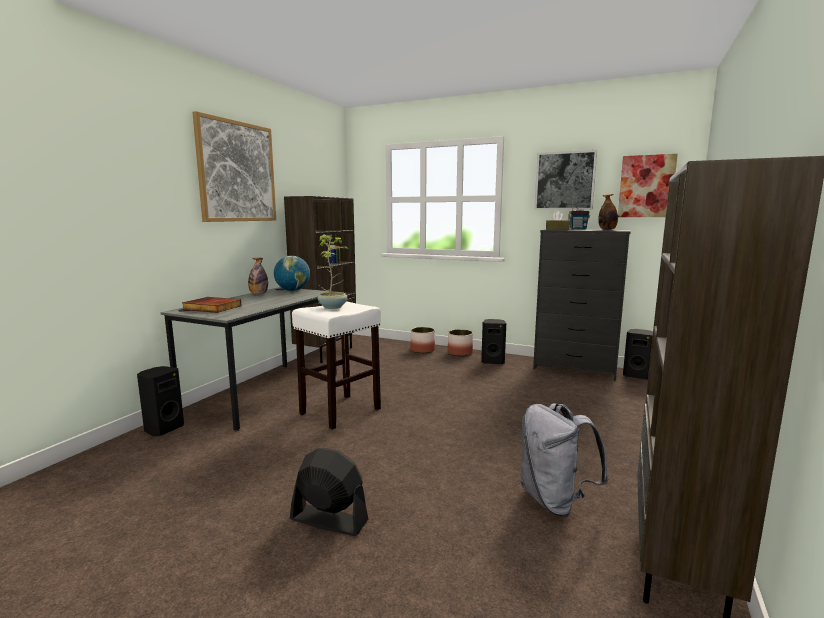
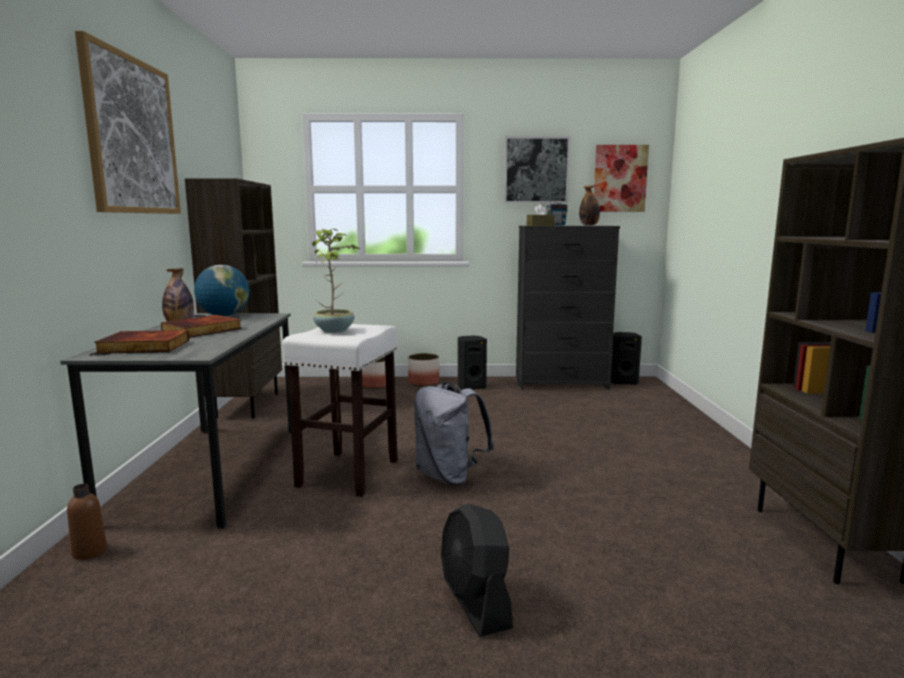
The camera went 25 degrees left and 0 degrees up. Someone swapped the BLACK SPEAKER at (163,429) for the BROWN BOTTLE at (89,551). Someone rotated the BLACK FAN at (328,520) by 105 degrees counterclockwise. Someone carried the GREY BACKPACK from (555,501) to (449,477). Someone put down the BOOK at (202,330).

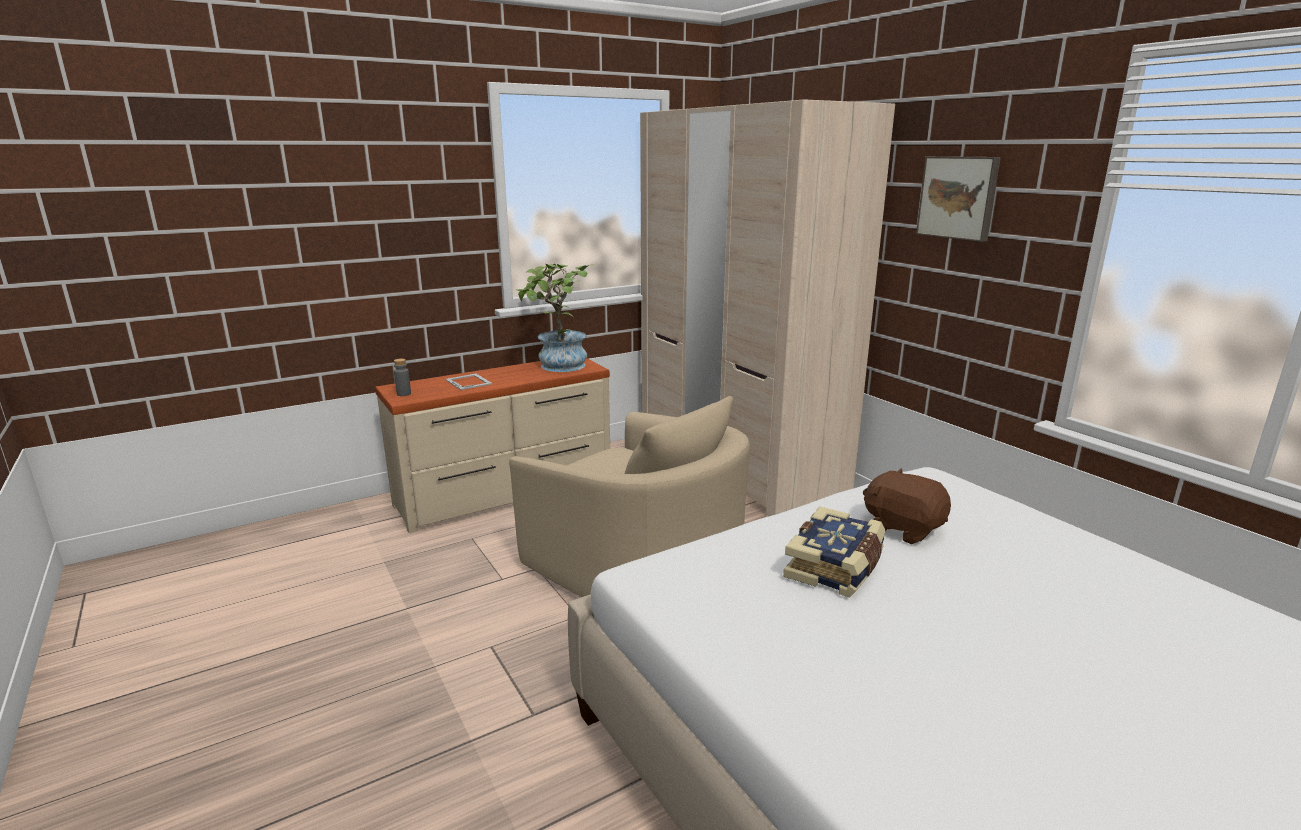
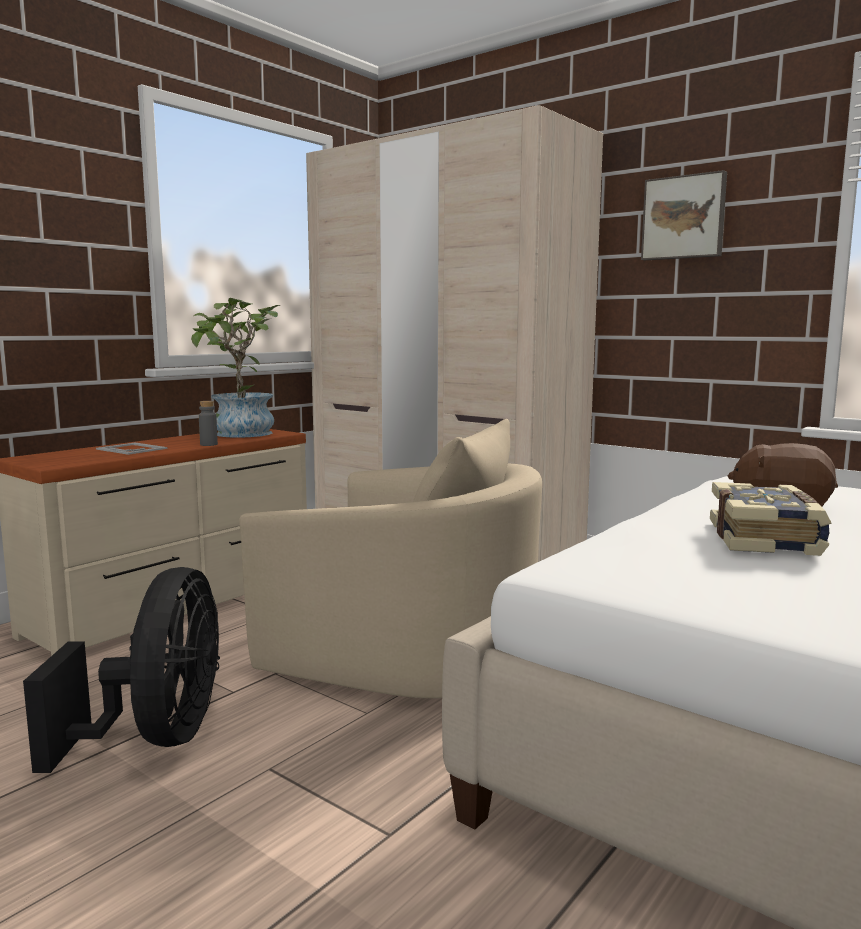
The camera went 20 degrees left and 10 degrees down. Someone carried the GREY BOTTLE from (404,394) to (208,444). Someone put down the BLACK FAN at (157,737).

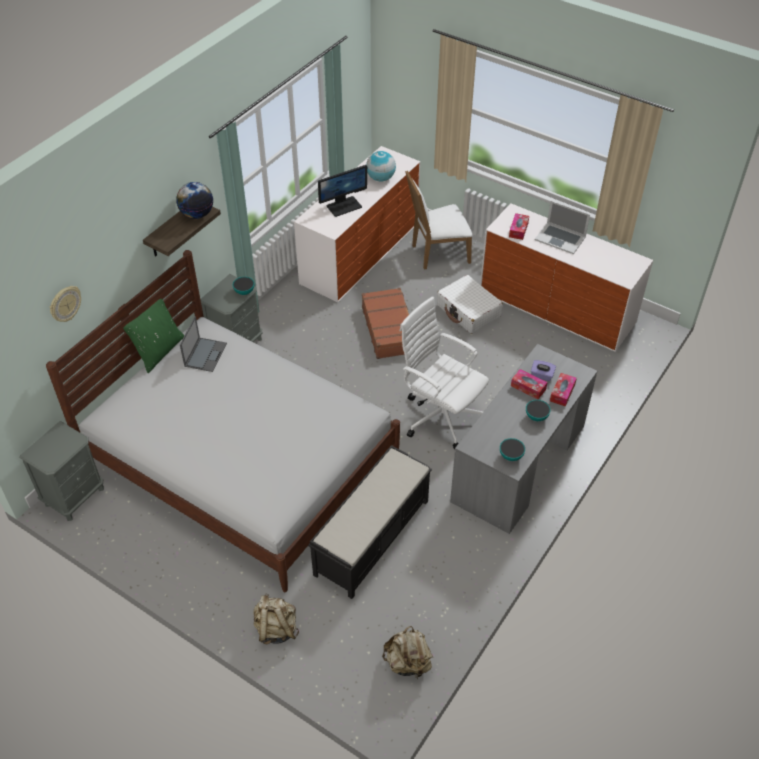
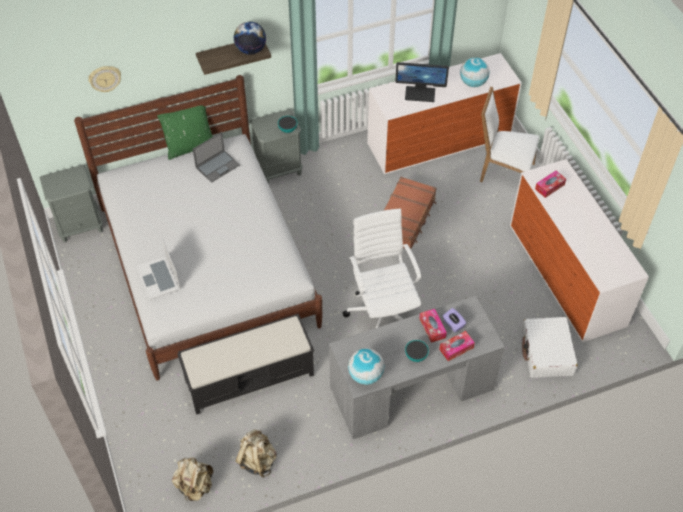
The camera went 35 degrees right and 5 degrees up. Someone carried the BEIGE BACKPACK from (276,629) to (257,460). Someone carried the WHITE SUITCASE from (468,311) to (546,353). Someone swapped the BOWL at (511,456) for the GLOBE at (366,375). Someone carried the LAPTOP from (560,238) to (159,278).

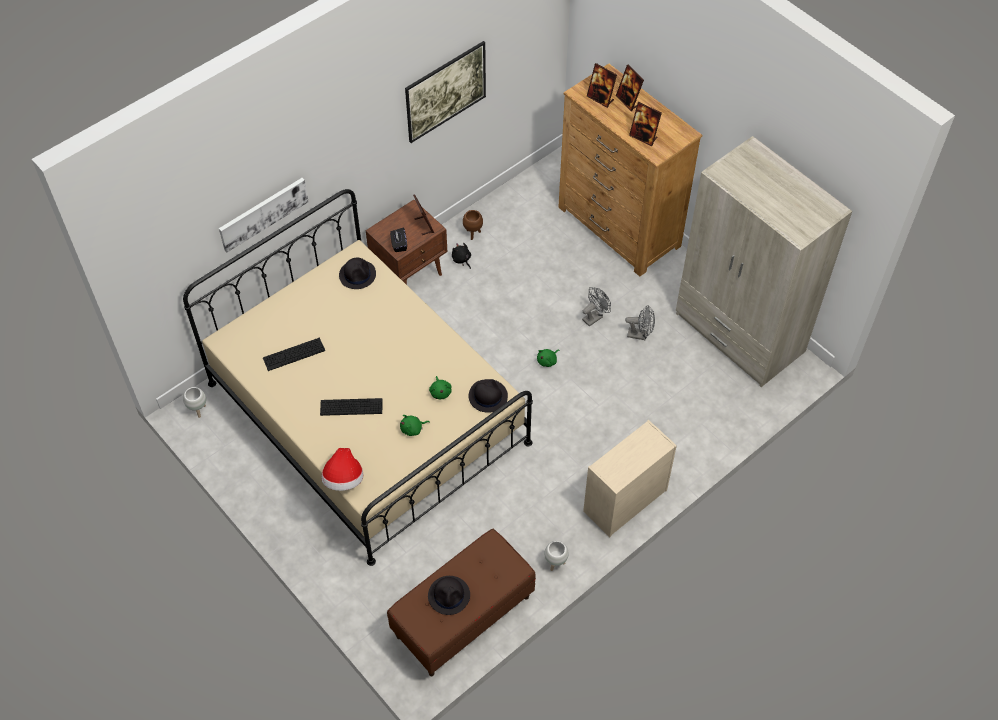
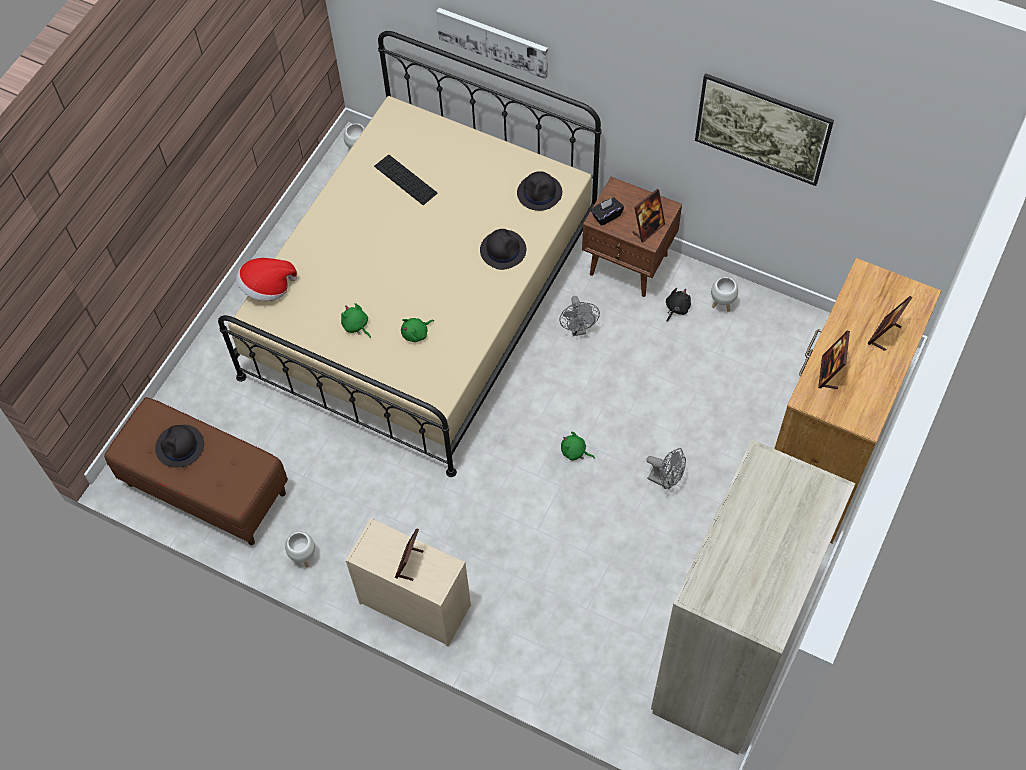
The camera went 70 degrees right and 5 degrees up. Someone took away the KEYBOARD at (351,407). Someone repainted the BROWN PLANTER at (473,233), which became the WHITE PLANTER at (722,305). Someone carried the BLACK HAT from (487,396) to (503,250). Someone carried the PICTURE FRAME from (600,98) to (409,563). Someone carried the GREY FAN from (640,335) to (578,329).

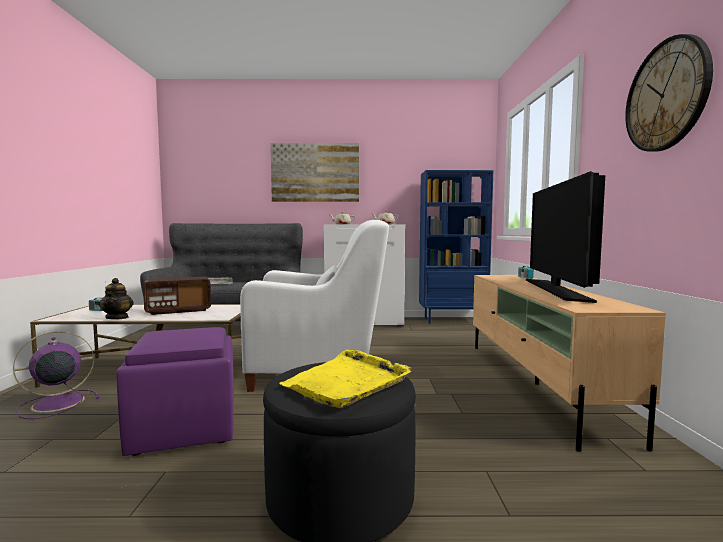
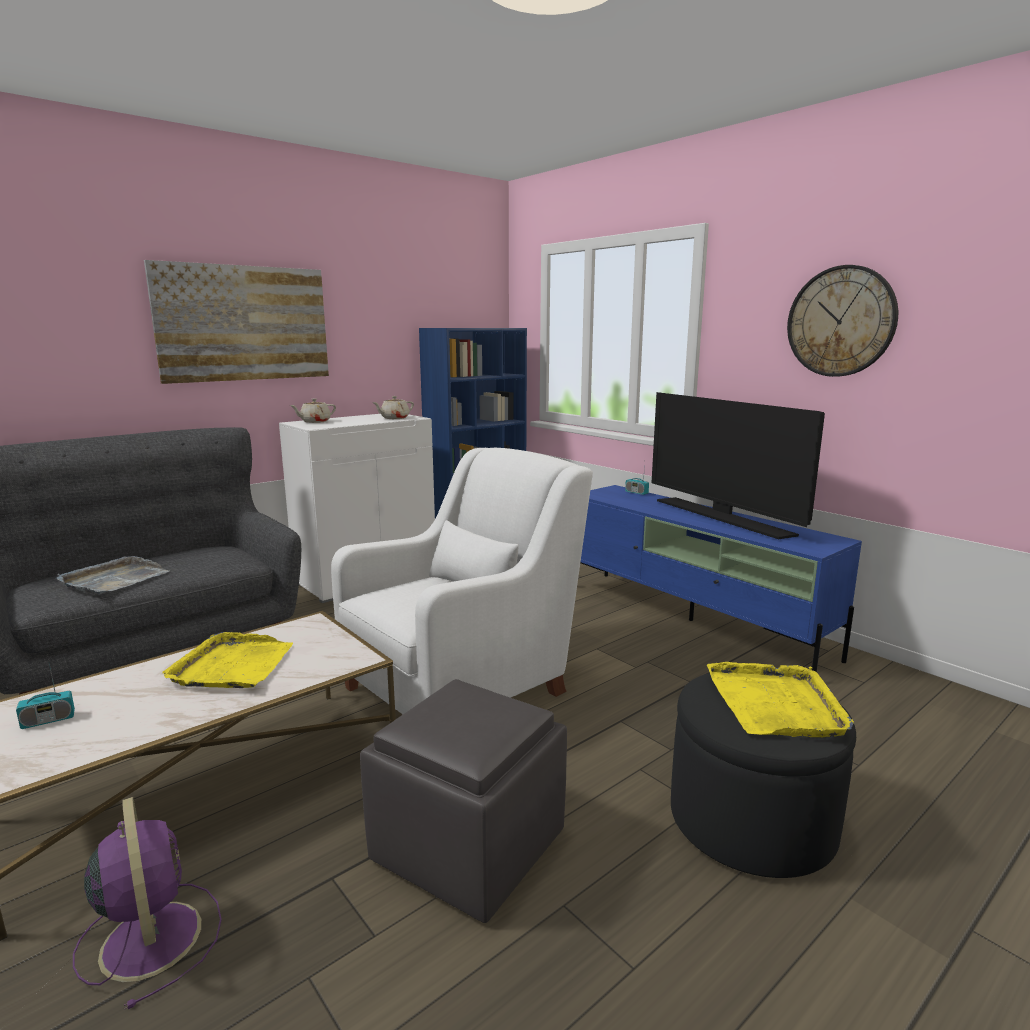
The camera went 40 degrees left and 10 degrees up. Someone rotated the PURPLE FAN at (55,404) by 135 degrees clockwise. Someone took away the TEAPOT at (117,317). Someone repainted the PURPLE OTTOMAN at (186,428), which became the GREY OTTOMAN at (468,845). Someone swapped the RADIO at (178,310) for the YELLOW TRAY at (232,666). Someone repainted the BEIGE TV STAND at (536,384), which became the BLUE TV STAND at (692,620).

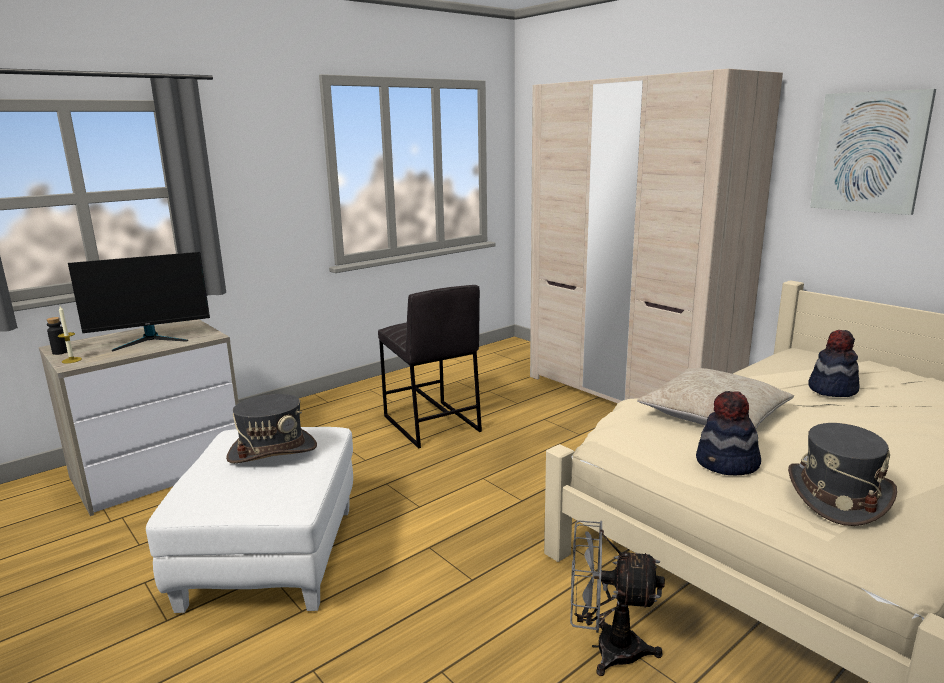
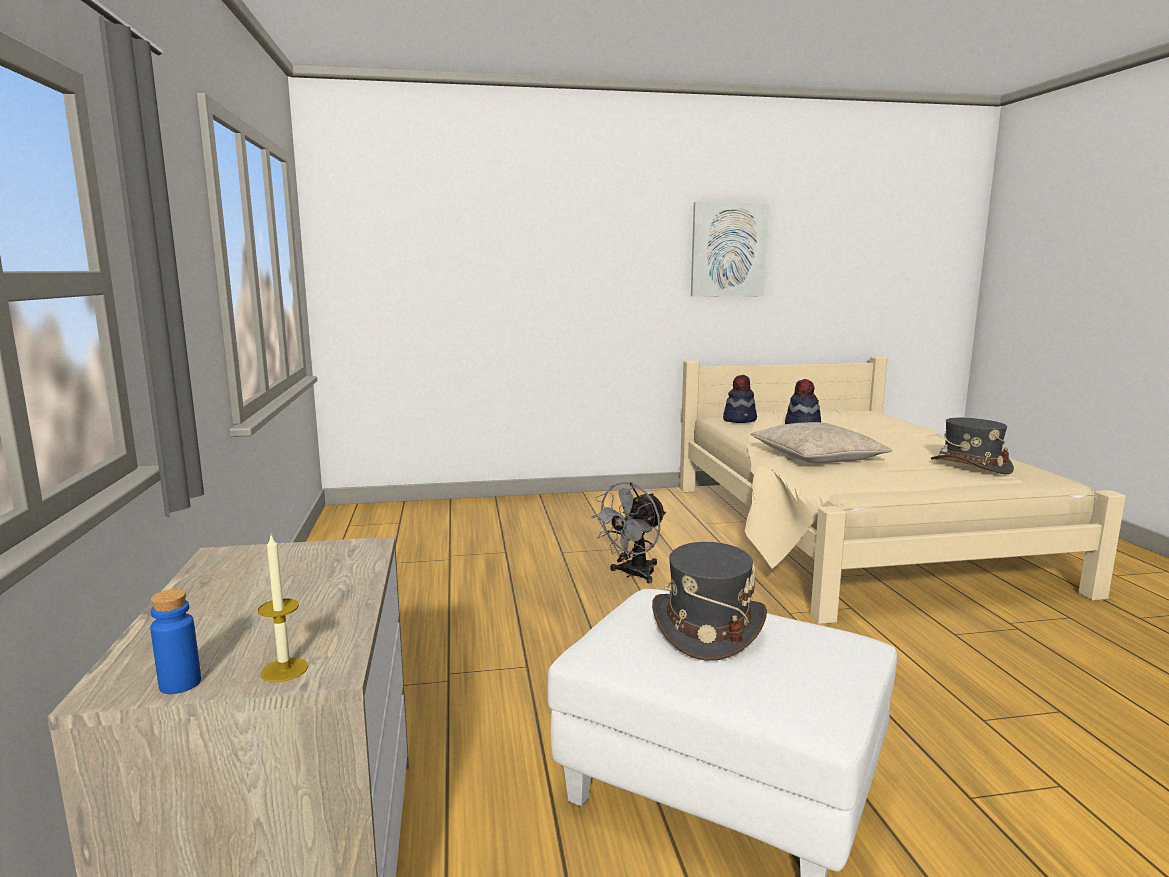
The camera went 60 degrees left and 5 degrees down. Someone repainted the BLACK BOTTLE at (60,352), which became the BLUE BOTTLE at (180,684). Someone took away the MONITOR at (151,340). Someone took away the GREY STOOL at (430,424). Someone took away the BEIGE WARDROBE at (628,393). Someone carried the GREY FAN from (605,649) to (633,575). Someone carried the HAT from (727,464) to (740,420).

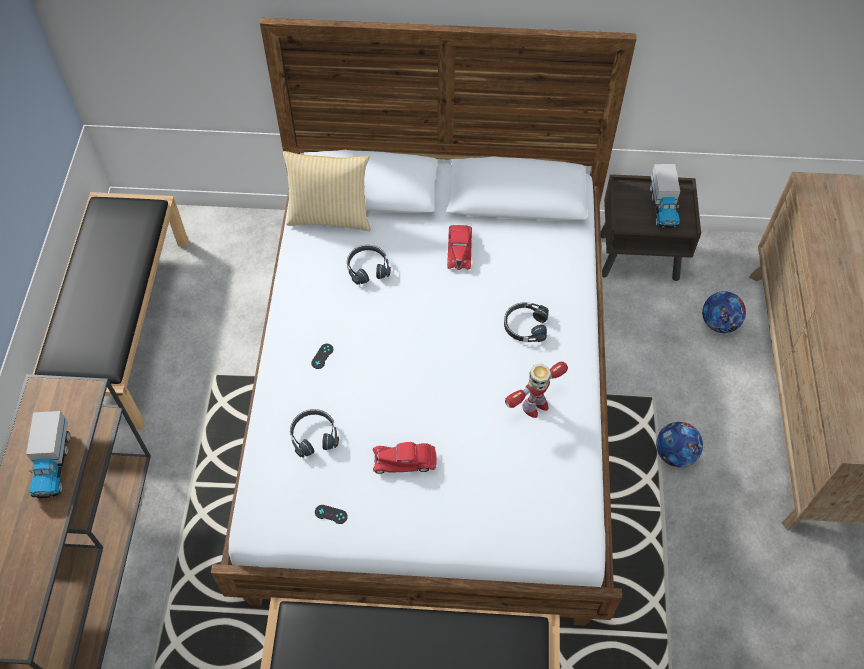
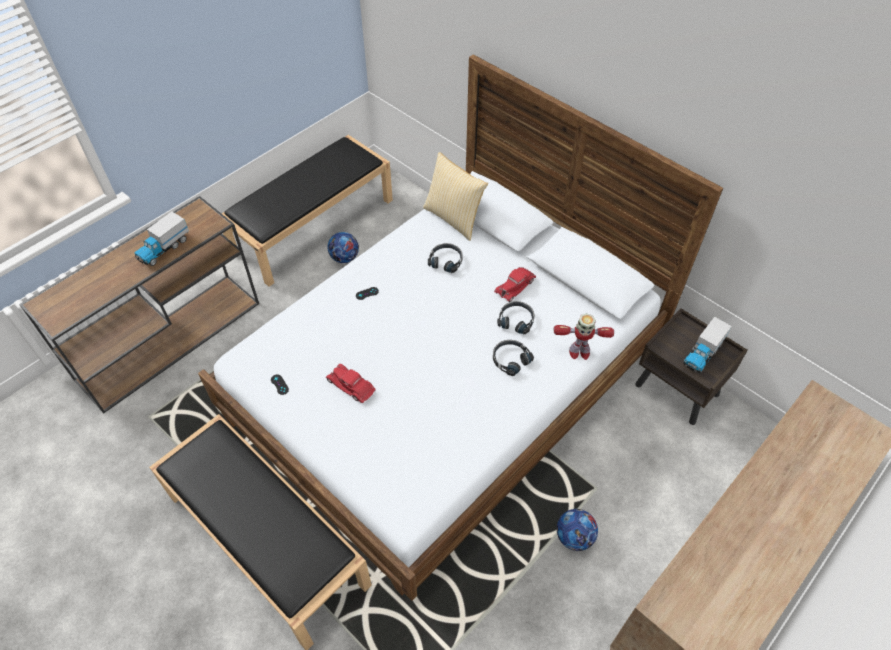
The camera went 40 degrees right and 5 degrees down. Someone carried the BLACK HEADPHONES from (314,435) to (516,320). Someone carried the TOY ROBOT from (534,406) to (579,352). Someone carried the FOOTBALL from (718,323) to (344,258).

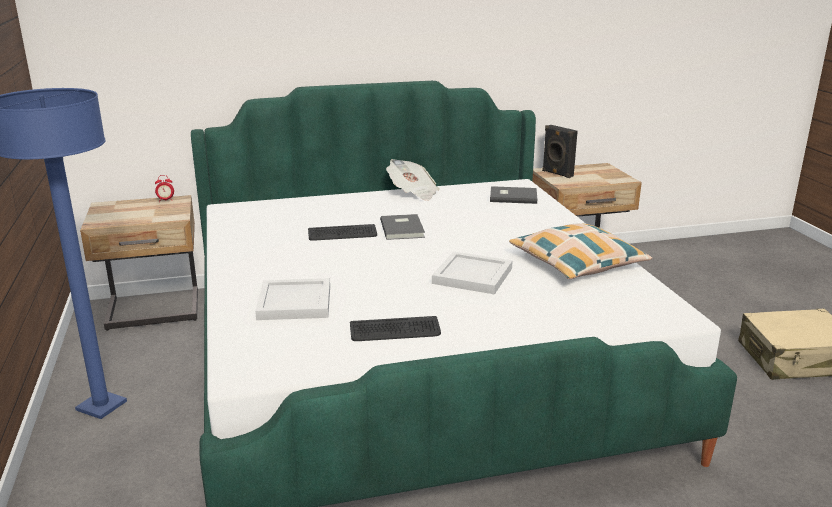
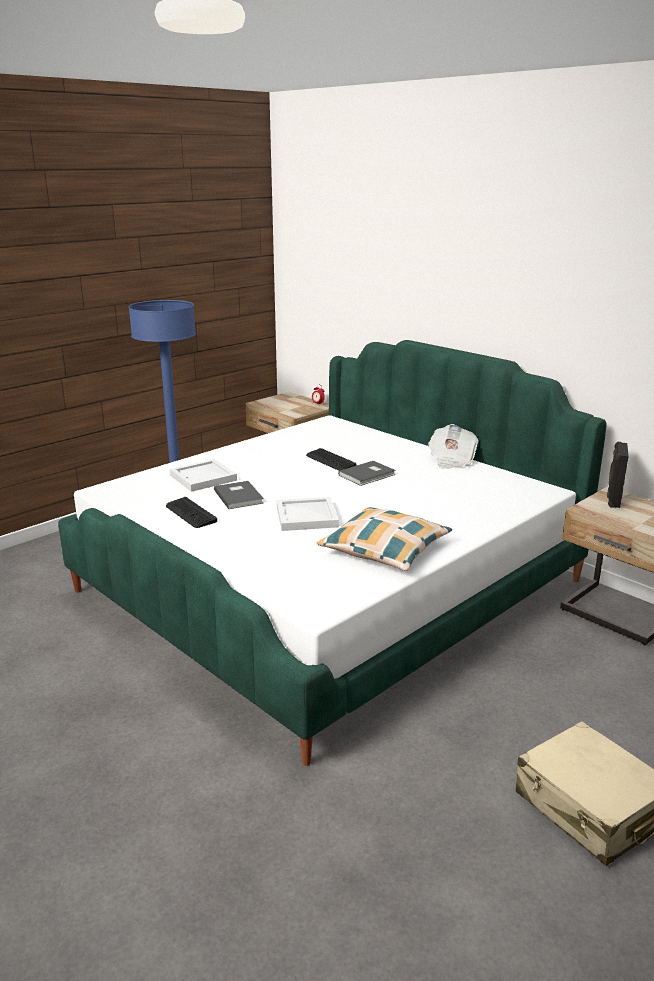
The camera went 60 degrees right and 0 degrees up. Someone carried the GREY BOOK from (512,196) to (239,496).

